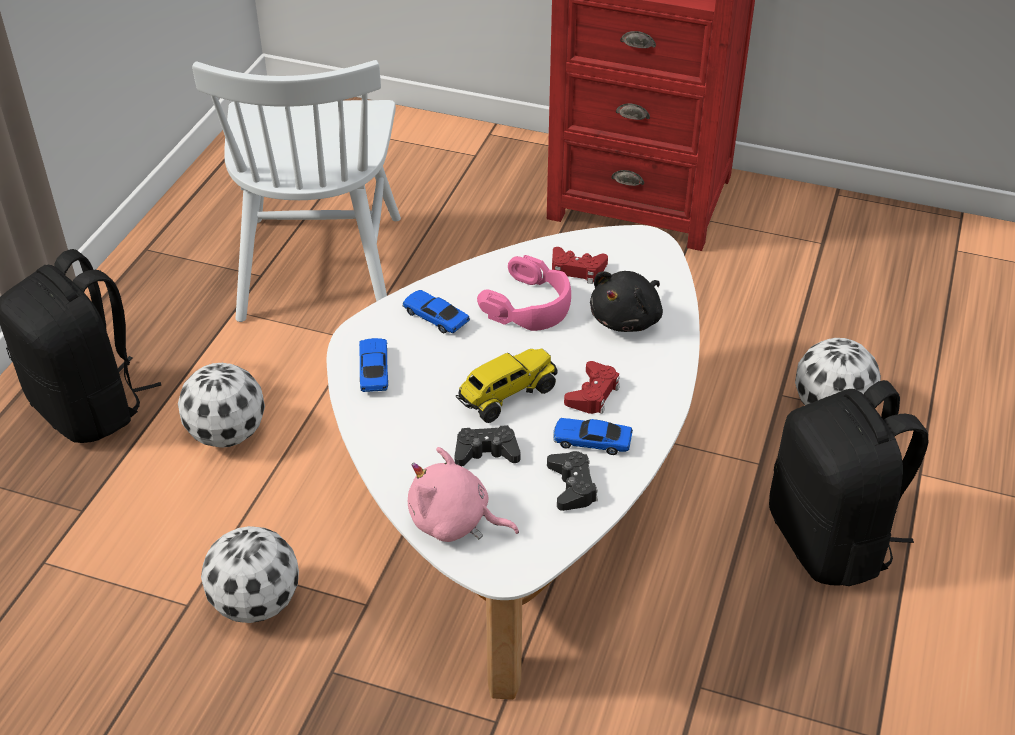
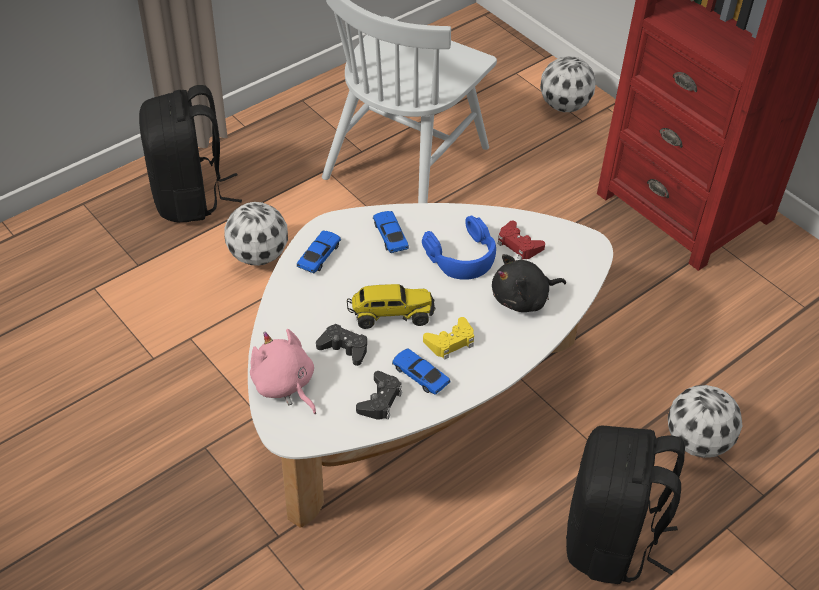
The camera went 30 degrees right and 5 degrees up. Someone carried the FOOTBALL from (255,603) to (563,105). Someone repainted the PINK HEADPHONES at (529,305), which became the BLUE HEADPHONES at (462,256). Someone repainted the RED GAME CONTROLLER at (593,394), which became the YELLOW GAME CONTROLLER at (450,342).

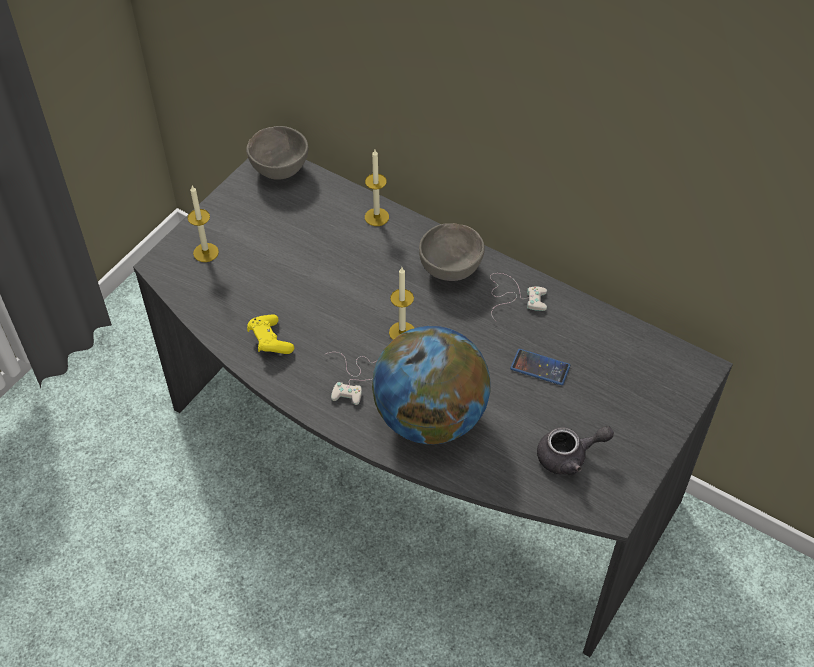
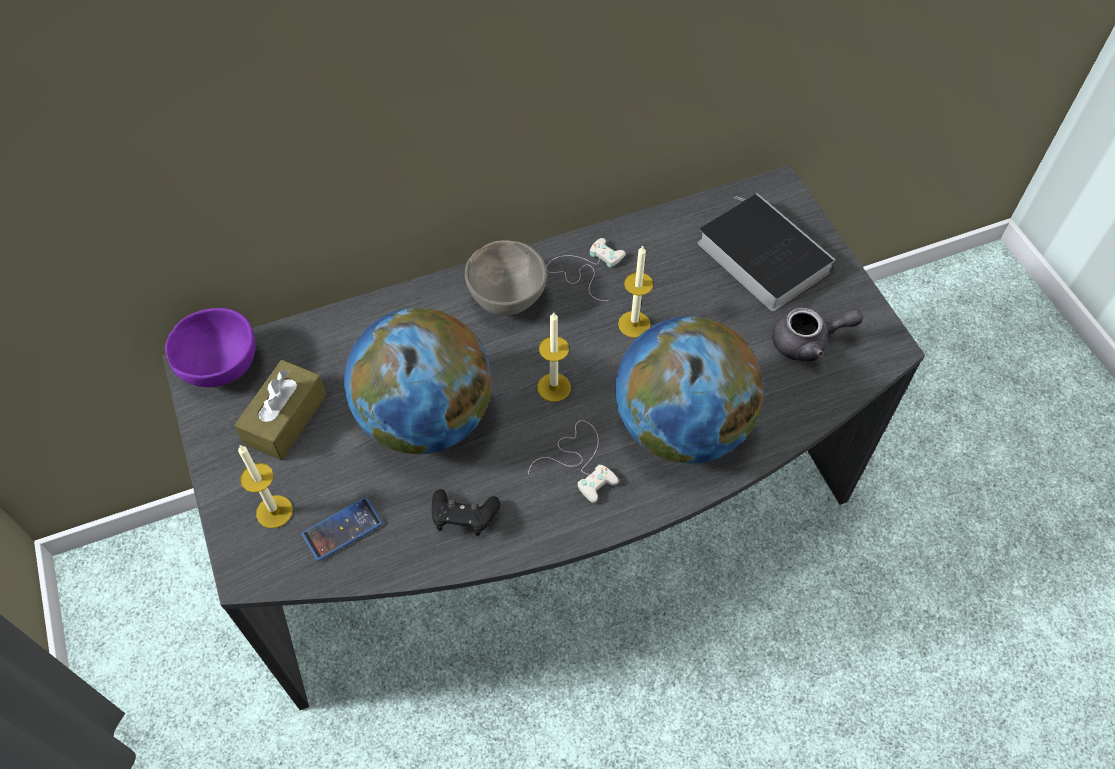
The camera went 55 degrees left and 5 degrees up. Someone repainted the GREY BOWL at (279,169), which became the PURPLE BOWL at (220,366). Someone repainted the YELLOW GAME CONTROLLER at (270,341), which became the BLACK GAME CONTROLLER at (464,518). Someone carried the CANDLE from (376,217) to (634,324). Someone carried the PHONE from (540,367) to (342,529). Someone rotated the GREY TEAPOT at (569,456) by 60 degrees clockwise. Someone put down the BROWN TISSUE BOX at (285,419). Someone put down the GLOBE at (426,418). Someone put down the BOOK at (759,255).

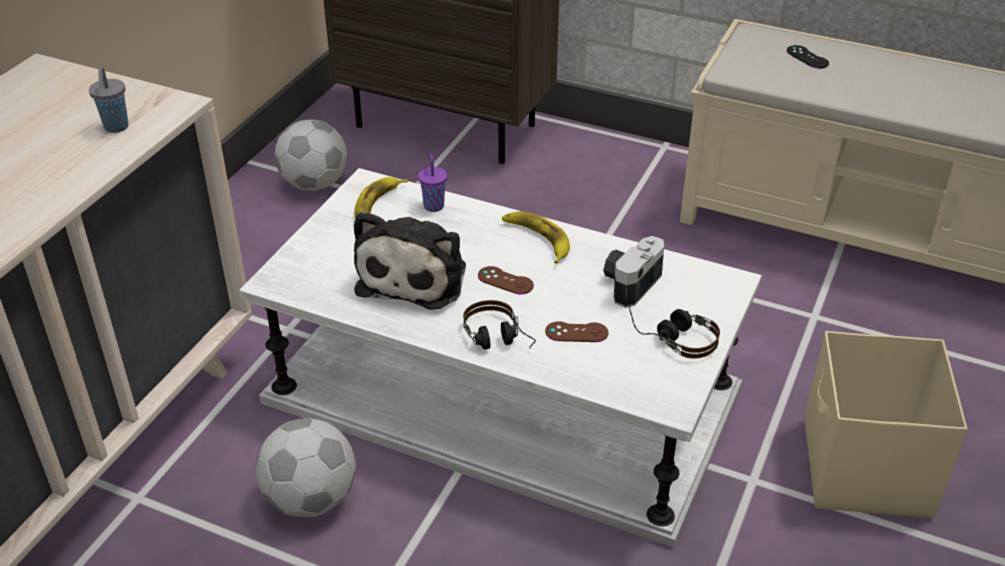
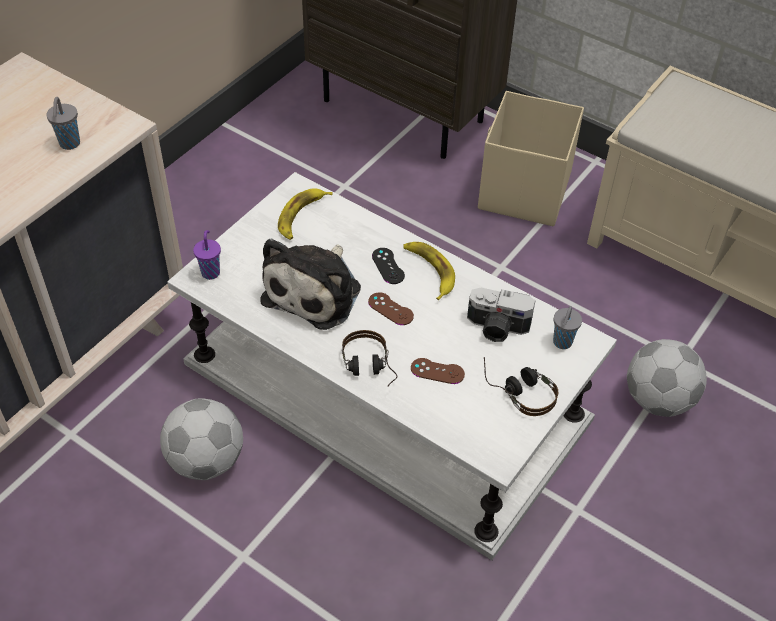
The camera went 10 degrees right and 10 degrees up. Someone carried the FOOTBALL from (315,184) to (659,400). Someone carried the PURPLE CUP from (433,205) to (211,272). Someone rotated the PHOTO CAMERA at (629,282) by 120 degrees counterclockwise. Someone carried the BLACK GAME CONTROLLER from (807,57) to (388,266). Someone carried the BEIGE STORAGE BOX from (865,469) to (523,192). Someone put down the GREY CUP at (562,343).

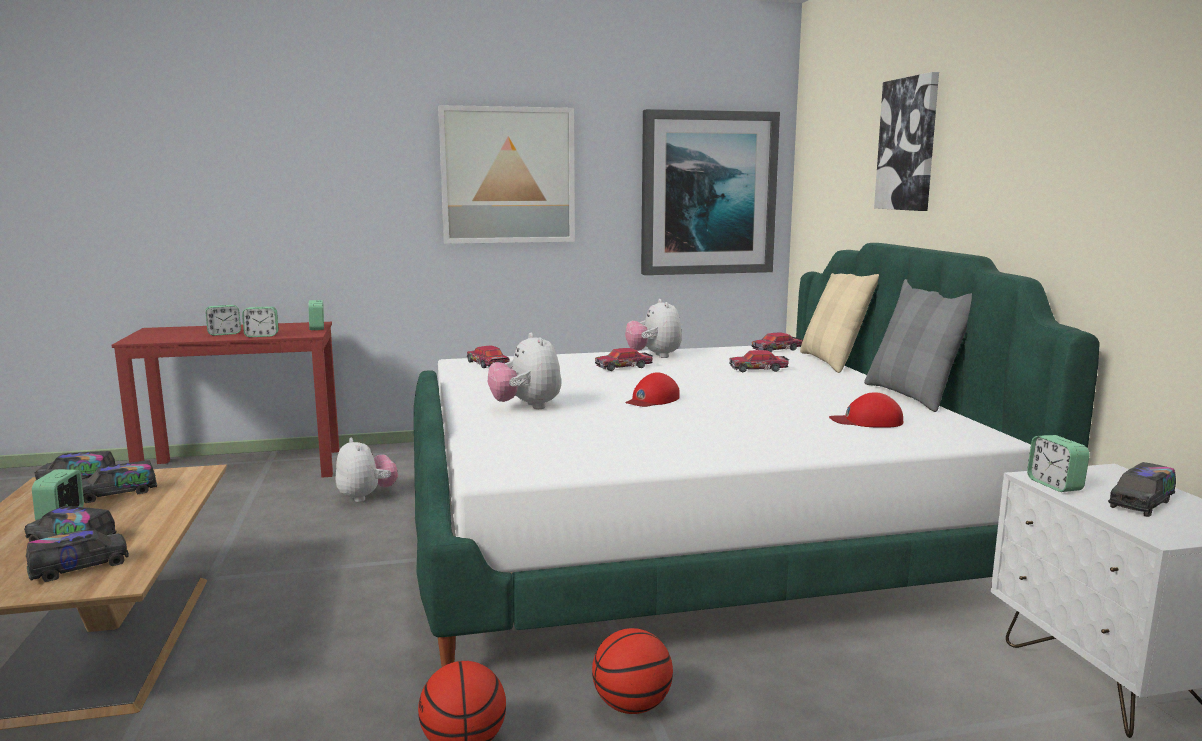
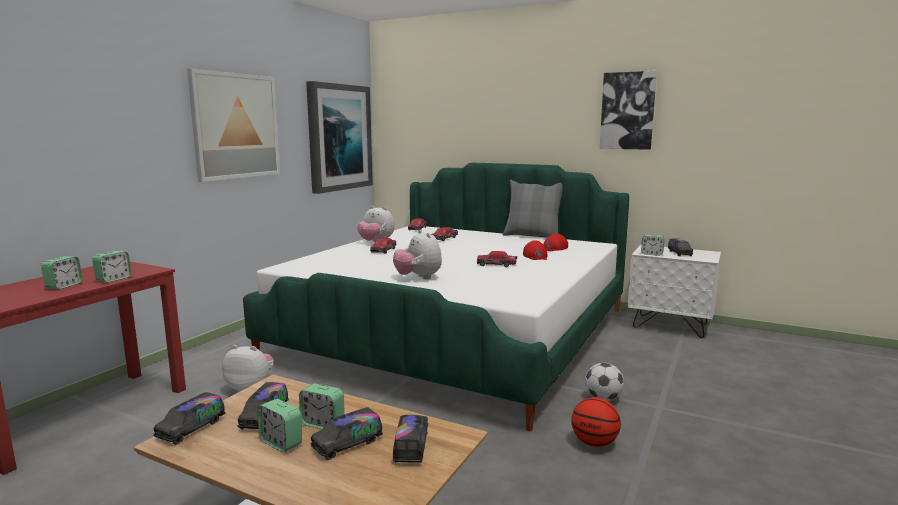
The camera went 50 degrees left and 0 degrees up. Someone carried the ALARM CLOCK from (317,328) to (322,424). Someone carried the TOY CAR from (487,364) to (496,264). Someone rotated the PLUSH TOY at (526,407) by 45 degrees clockwise. Someone swapped the BASKETBALL at (632,706) for the FOOTBALL at (603,398). Someone carried the RED CAP from (652,400) to (535,256). Someone took away the BEIGE PILLOW at (832,362). Someone carried the PICTURE from (908,144) to (627,111).

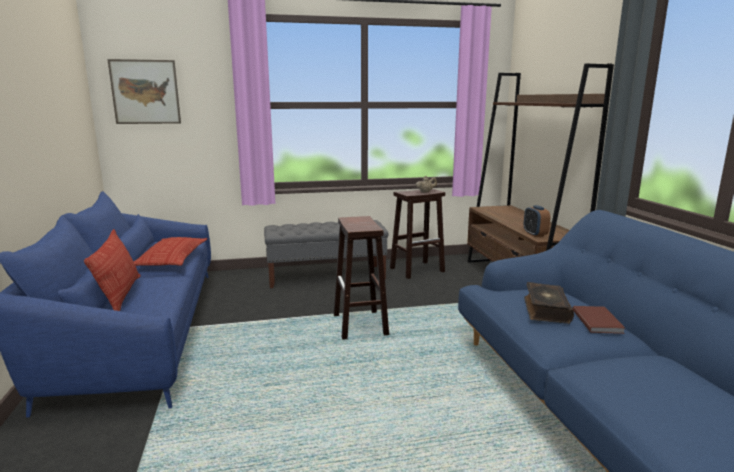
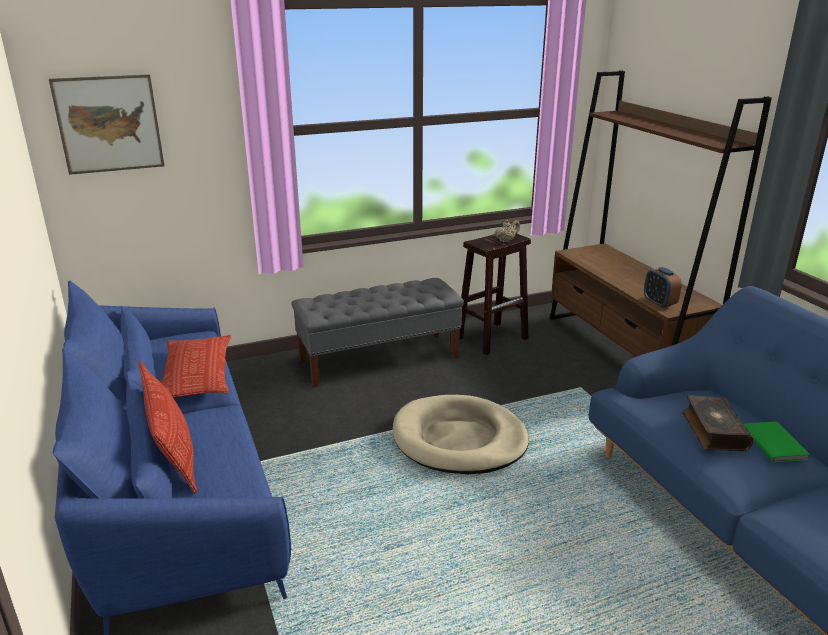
The camera went 10 degrees left and 10 degrees up. Someone swapped the BROWN STOOL at (360,325) for the BEIGE DOG BED at (459,439). Someone repainted the BROWN BOOK at (598,321), which became the GREEN BOOK at (775,443).

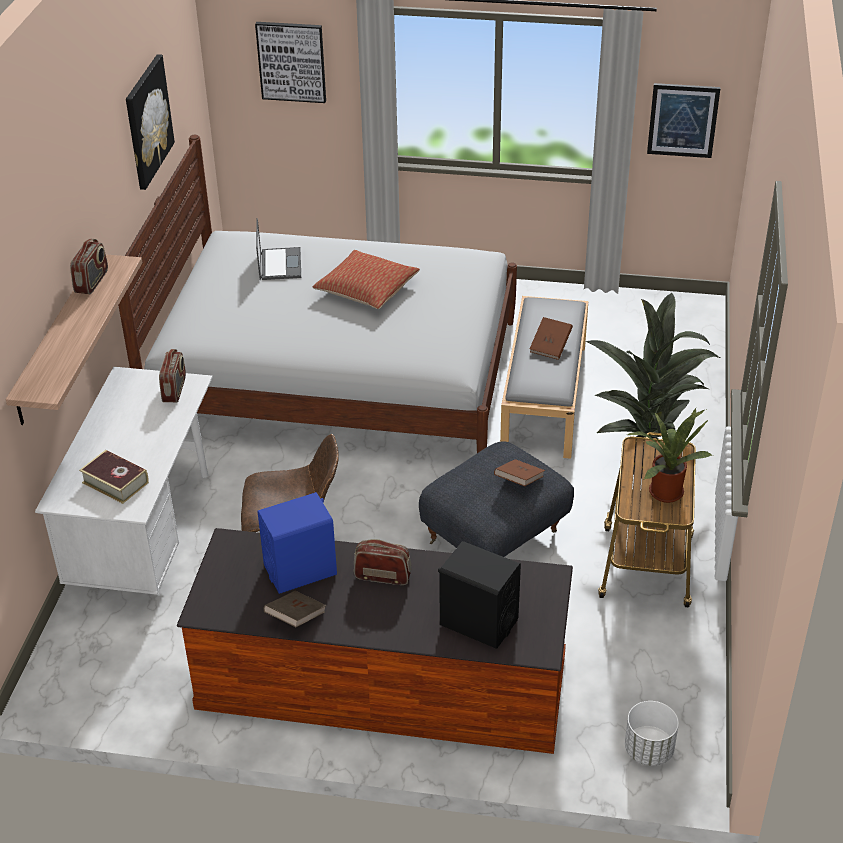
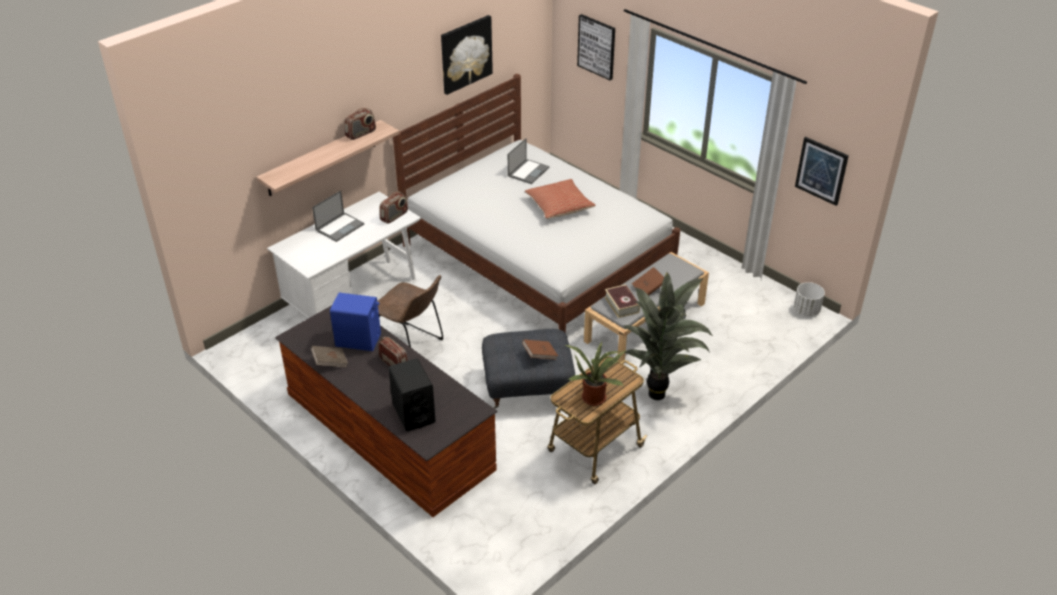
The camera went 35 degrees right and 0 degrees up. Someone carried the BOOK from (115,482) to (621,305). Someone carried the WHITE PLANTER from (649,750) to (806,310). Someone put down the LAPTOP at (340,227).

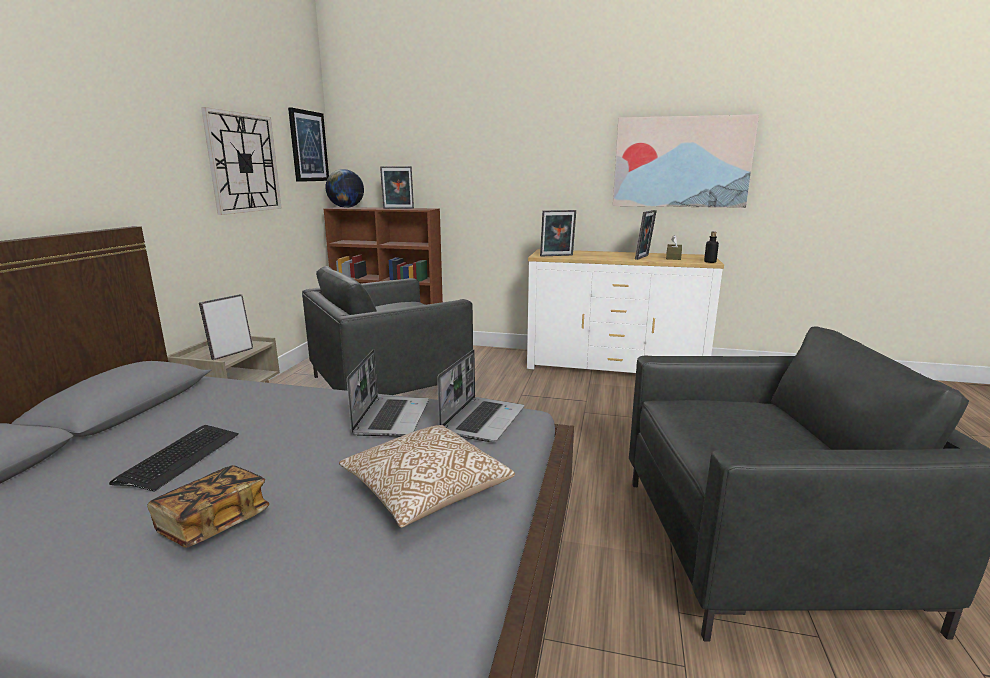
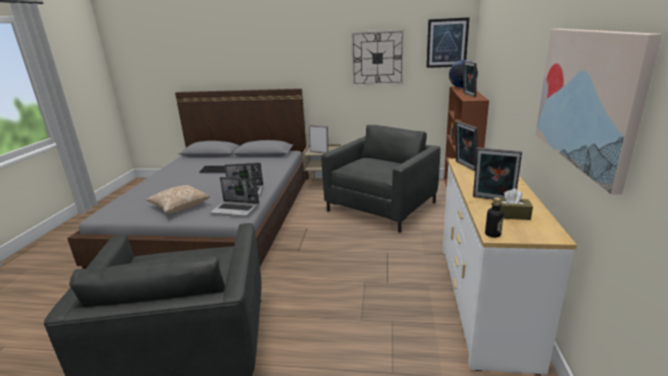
The camera went 85 degrees right and 5 degrees up. Someone took away the BOOK at (213,523). Someone rotated the GREY ARMCHAIR at (388,385) by 75 degrees clockwise.

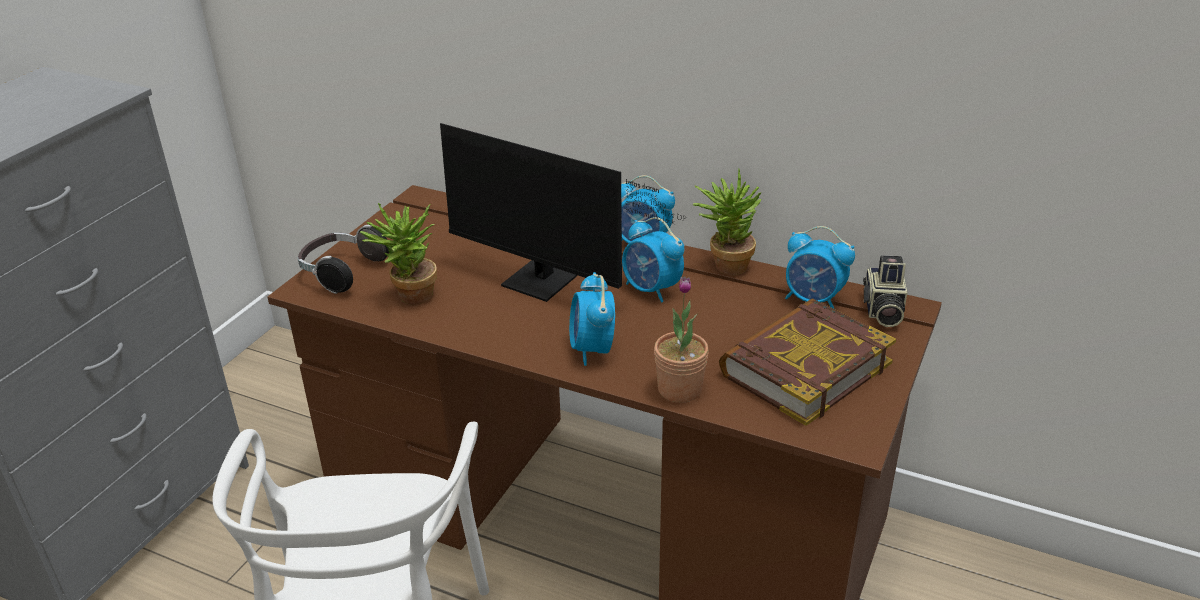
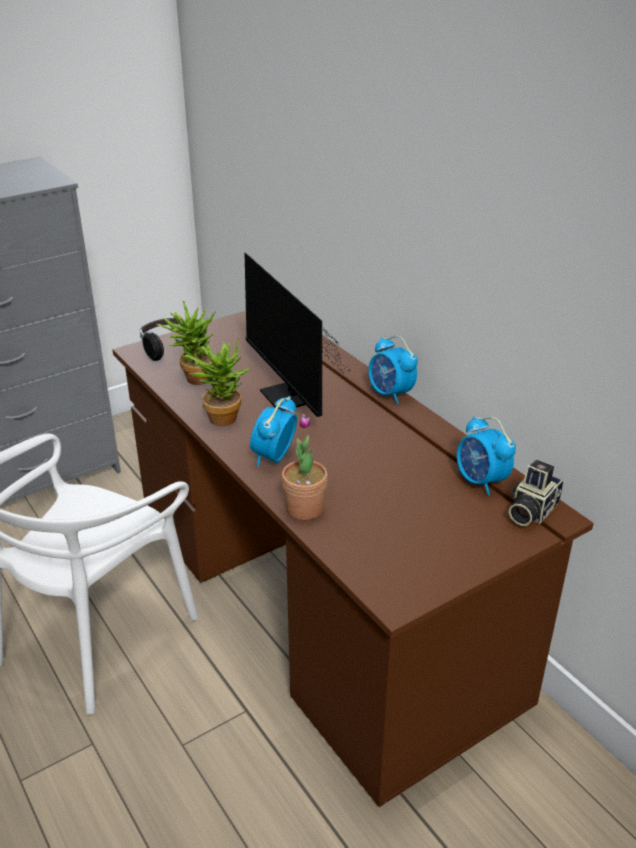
The camera went 30 degrees right and 0 degrees up. Someone took away the ALARM CLOCK at (651,290). Someone carried the POTTED PLANT from (725,264) to (221,415). Someone took away the BOOK at (804,368).

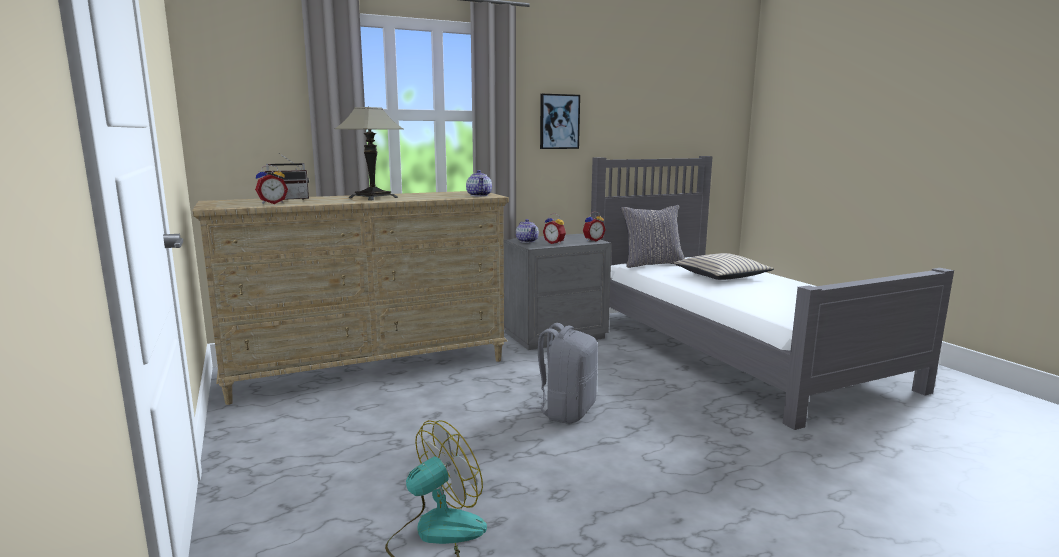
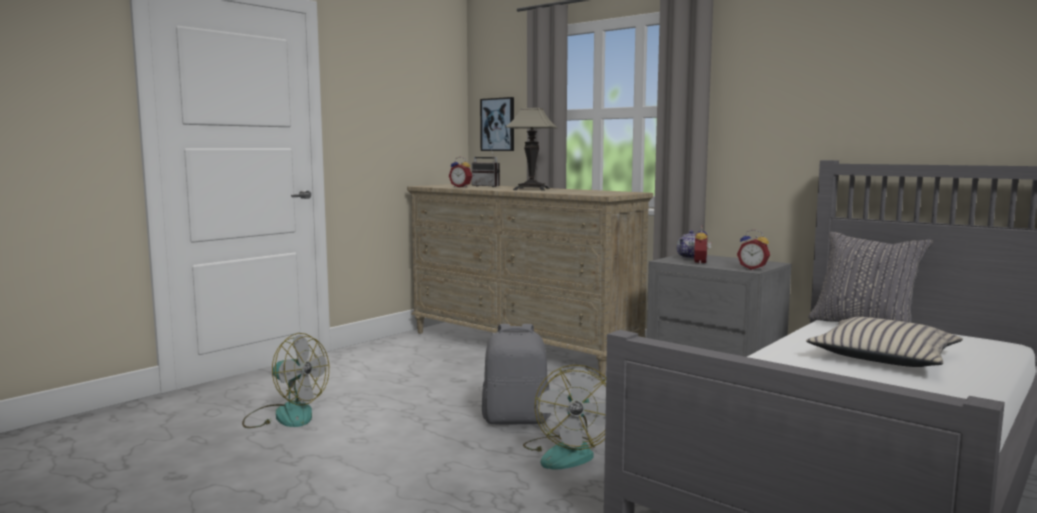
The camera went 65 degrees right and 5 degrees down. Someone took away the TEAPOT at (479,195). Someone carried the PICTURE from (559,121) to (498,124). Someone put down the FAN at (567,452).

